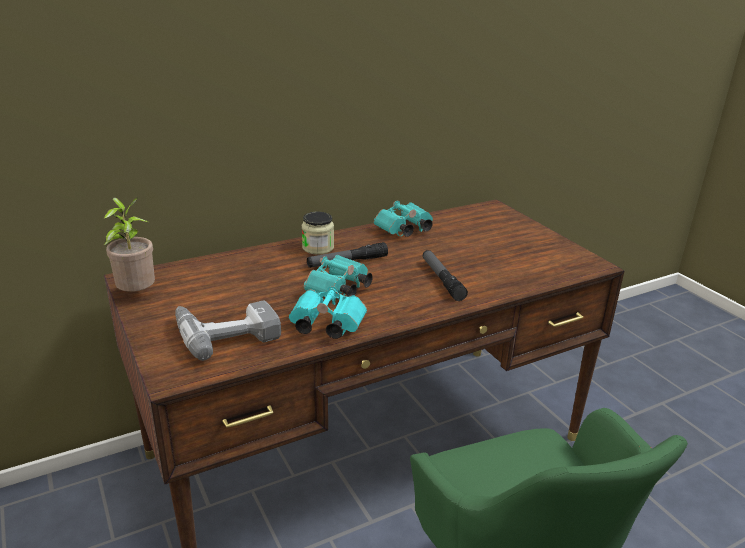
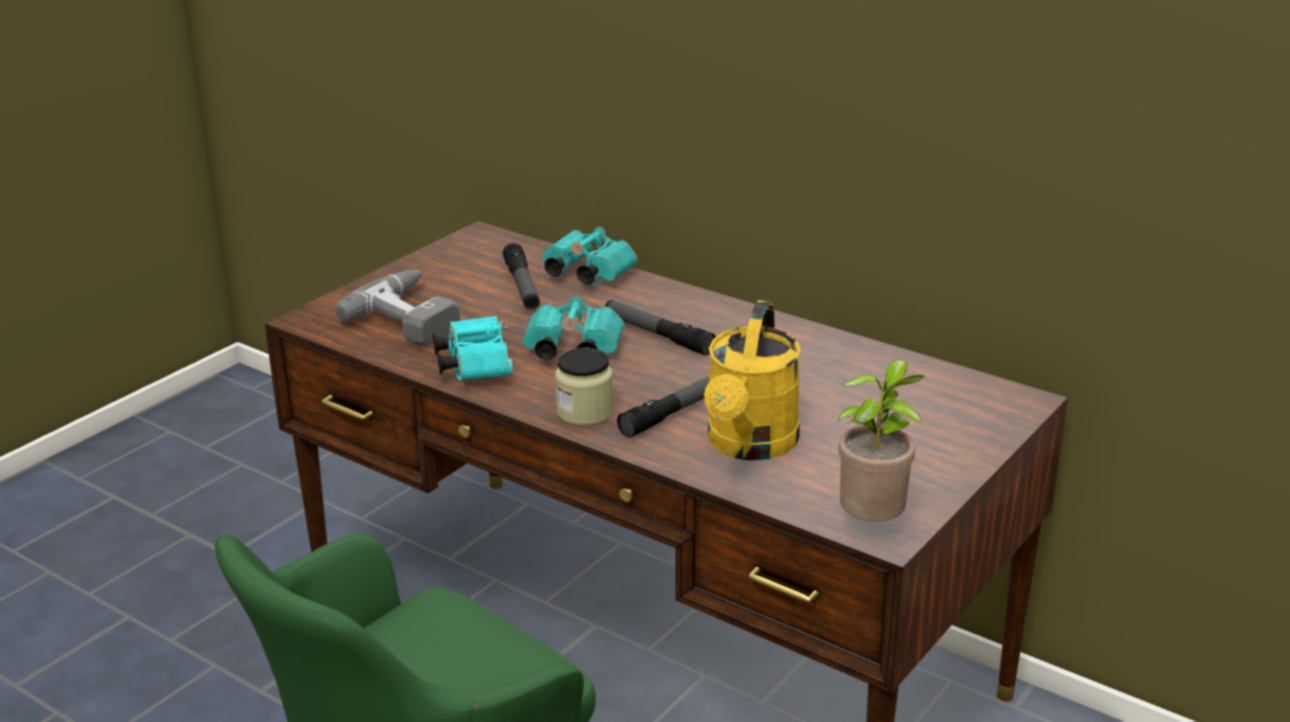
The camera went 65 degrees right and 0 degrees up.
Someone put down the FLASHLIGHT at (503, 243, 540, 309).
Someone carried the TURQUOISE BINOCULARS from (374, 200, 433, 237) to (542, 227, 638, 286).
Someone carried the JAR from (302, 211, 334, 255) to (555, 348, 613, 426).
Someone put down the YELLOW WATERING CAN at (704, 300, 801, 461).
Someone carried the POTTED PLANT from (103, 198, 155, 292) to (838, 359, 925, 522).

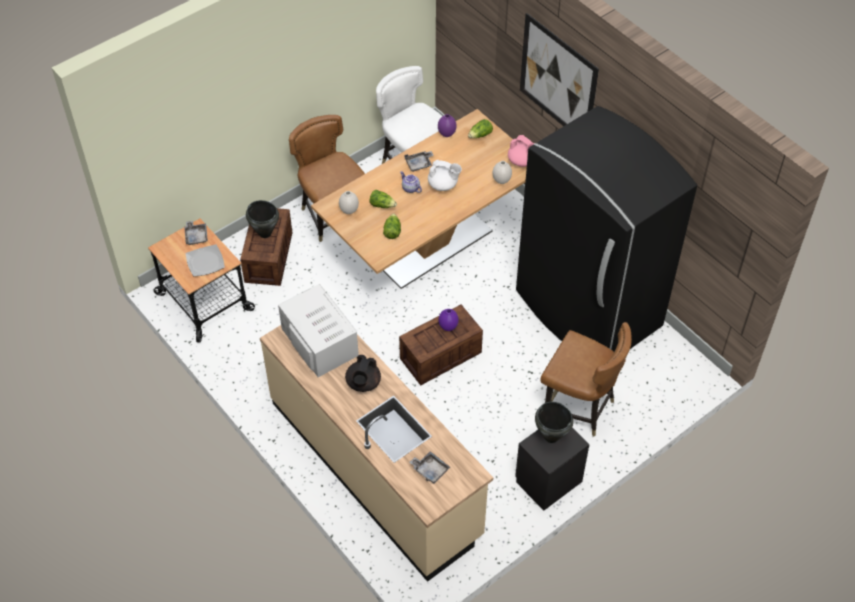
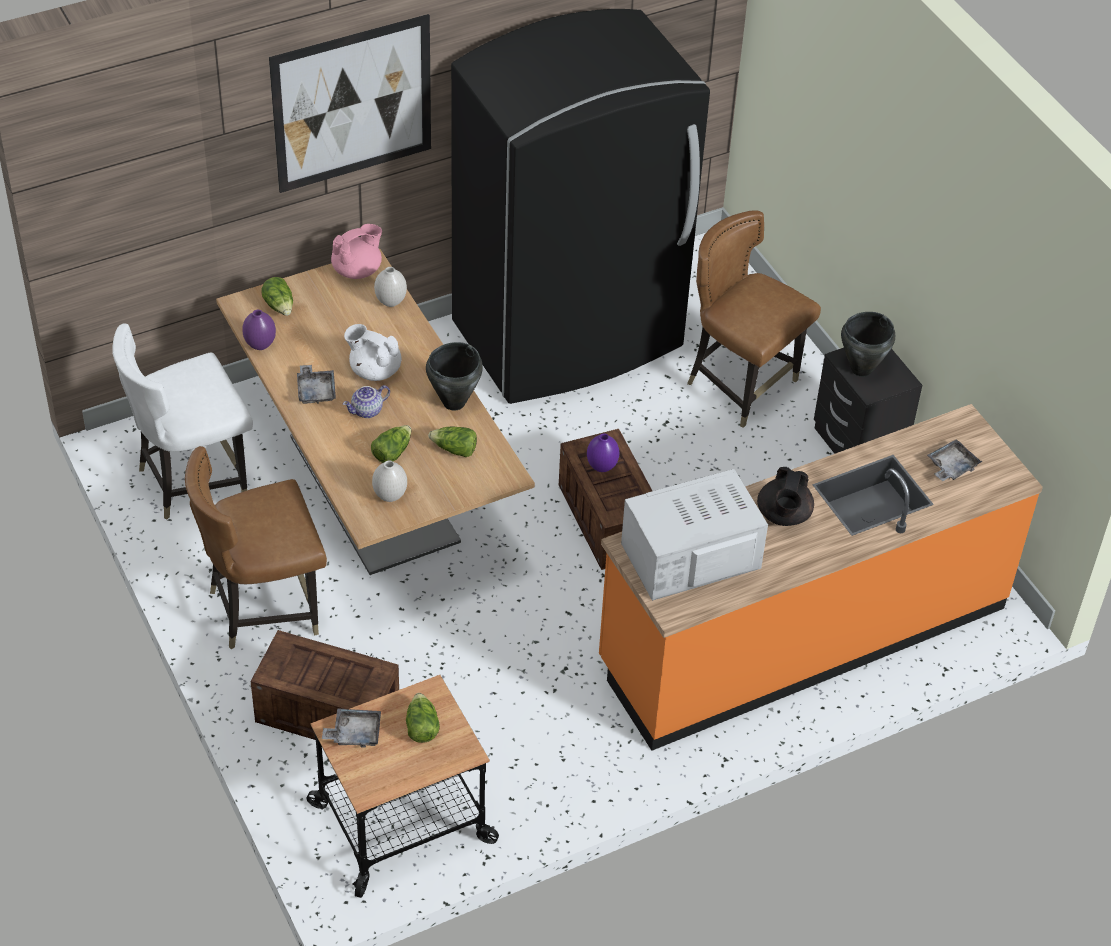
The camera went 80 degrees left and 5 degrees down.
Someone rotated the WHITE TEAPOT at (428, 160, 462, 191) by 90 degrees counterclockwise.
Someone swapped the PLATE at (186, 244, 225, 277) for the LETTUCE at (406, 693, 440, 743).
Someone carried the BLACK COOKING POT from (246, 200, 279, 238) to (426, 342, 483, 411).
Someone repainted the BEIGE COUNTER at (260, 325, 493, 582), which became the ORANGE COUNTER at (599, 404, 1043, 751).
Someone rotated the BROWN CHAIR at (541, 322, 632, 436) by 90 degrees counterclockwise.
Someone rotated the BLACK TEAPOT at (345, 355, 381, 392) by 75 degrees clockwise.

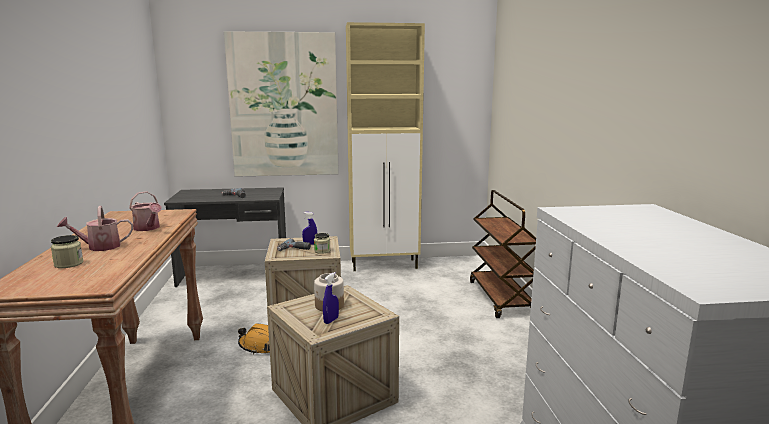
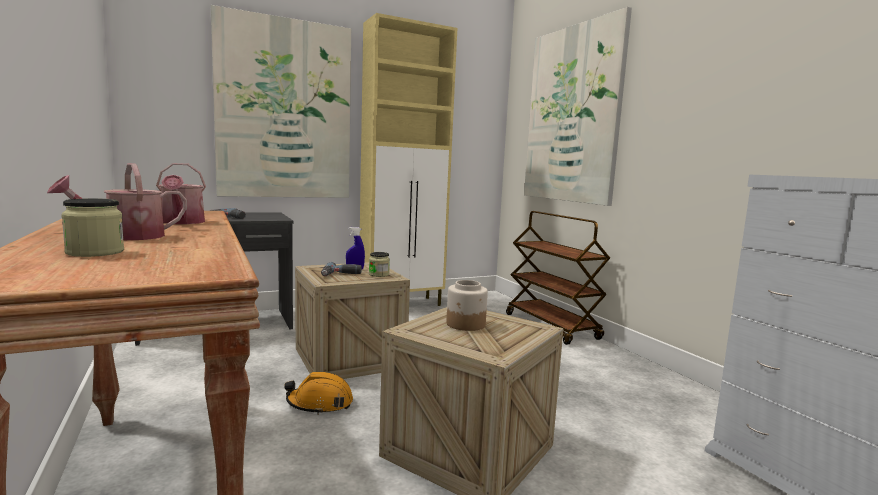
The camera went 20 degrees left and 5 degrees down.
Someone rotated the WATERING CAN at (129, 191, 162, 231) by 45 degrees clockwise.
Someone put up the PICTURE at (524, 7, 632, 206).
Someone took away the BLUE SPRAY BOTTLE at (323, 272, 339, 324).

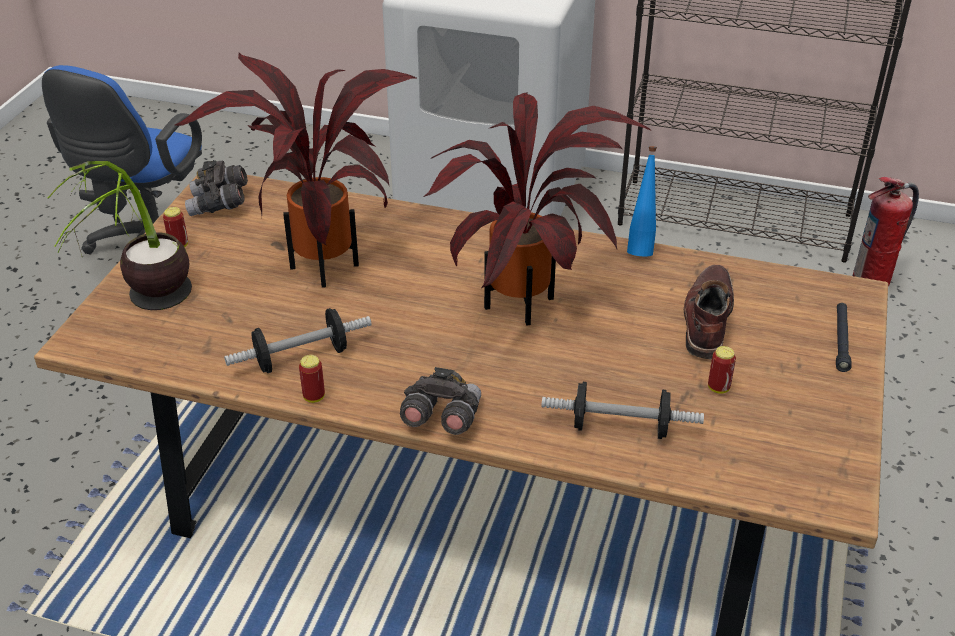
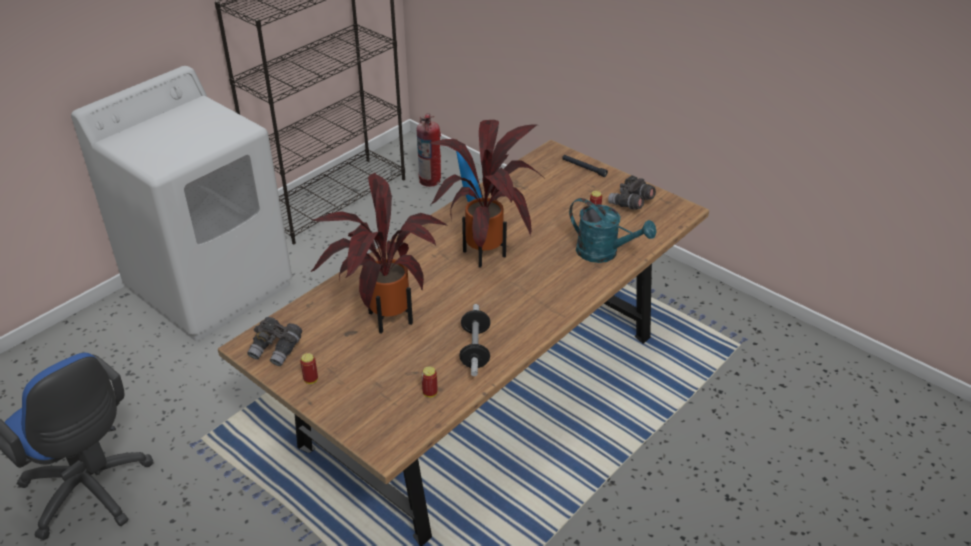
The camera went 65 degrees left and 0 degrees up.
Someone carried the CAN from (299, 355, 325, 403) to (421, 366, 438, 397).
Someone swapped the DUMBBELL at (541, 382, 704, 439) for the TURQUOISE WATERING CAN at (569, 198, 656, 263).
Someone carried the GREY BINOCULARS from (400, 367, 481, 435) to (608, 175, 656, 210).
Someone took away the POTTED PLANT at (48, 161, 192, 310).
Someone took away the BROWN BOOT at (684, 265, 734, 359).

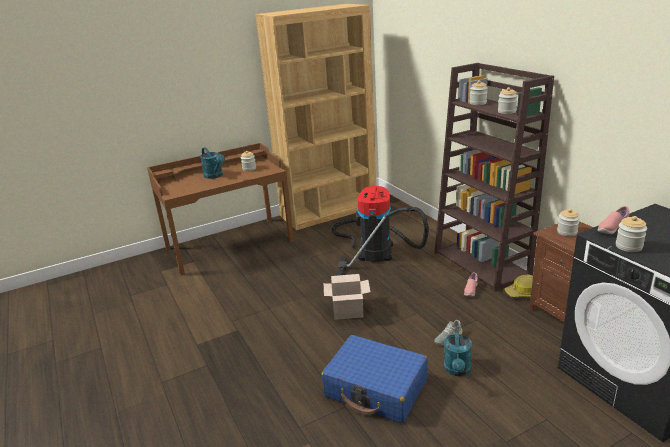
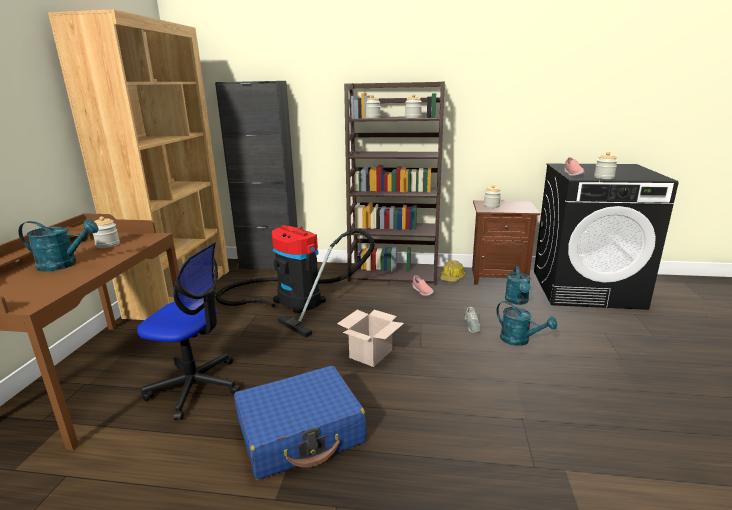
The camera went 55 degrees left and 5 degrees down.
Someone put down the OFFICE CHAIR at (137, 242, 240, 420).
Someone put down the BLACK CABINET at (215, 81, 298, 270).
Someone carried the BLUE SUITCASE from (321, 335, 428, 424) to (234, 366, 366, 480).
Someone put down the TURQUOISE WATERING CAN at (505, 266, 531, 305).

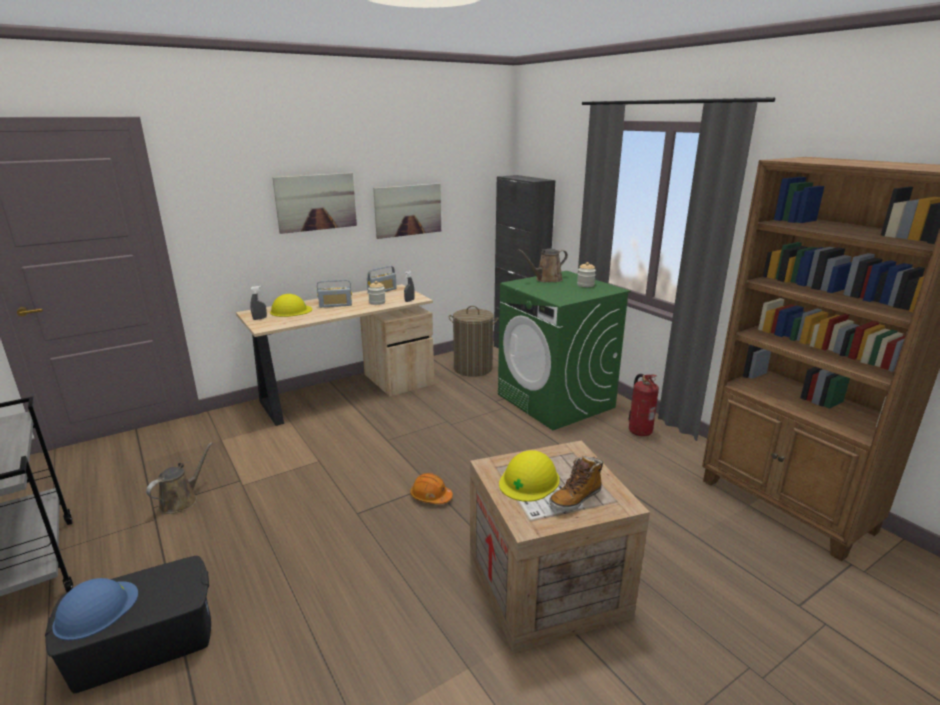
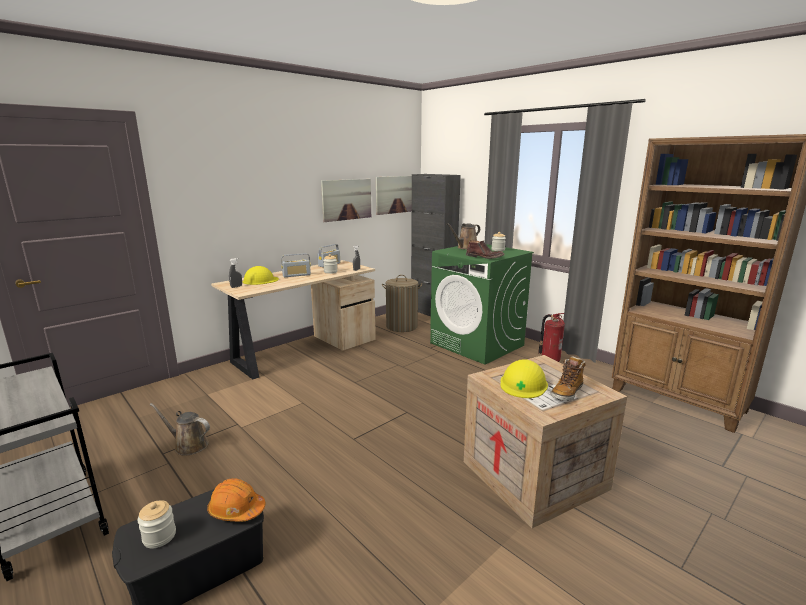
The camera went 10 degrees left and 5 degrees down.
Someone swapped the BLUE HARD HAT at (52, 578, 138, 640) for the JAR at (138, 500, 176, 548).
Someone rotated the BROWN WATERING CAN at (146, 442, 213, 514) by 90 degrees counterclockwise.
Someone carried the ORANGE HARD HAT from (410, 473, 453, 504) to (207, 478, 266, 522).
Someone carried the PICTURE from (272, 173, 357, 234) to (376, 176, 412, 215).
Someone put down the BROWN BOOT at (466, 240, 505, 259).

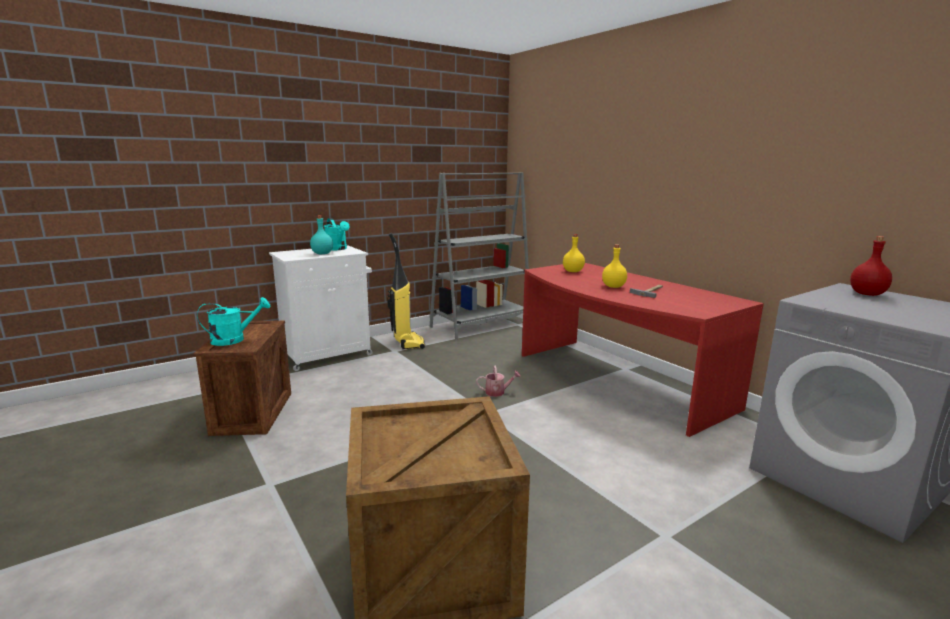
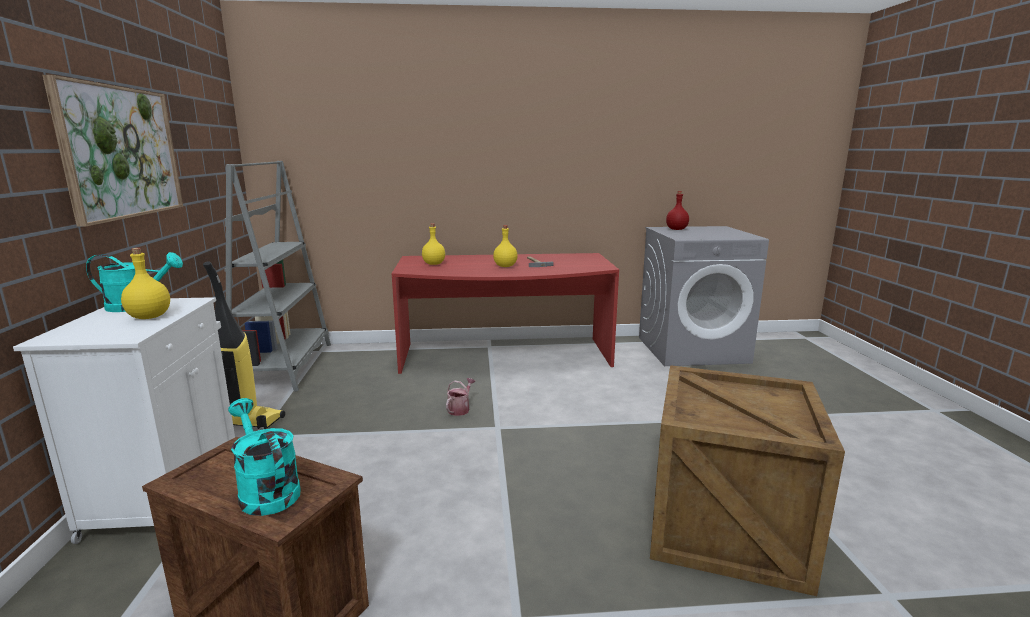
The camera went 60 degrees left and 0 degrees up.
Someone put up the PICTURE at (42, 75, 183, 227).
Someone repainted the TURQUOISE BOTTLE at (310, 215, 333, 254), which became the YELLOW BOTTLE at (121, 248, 170, 319).
Someone rotated the TURQUOISE WATERING CAN at (197, 297, 270, 346) by 45 degrees counterclockwise.

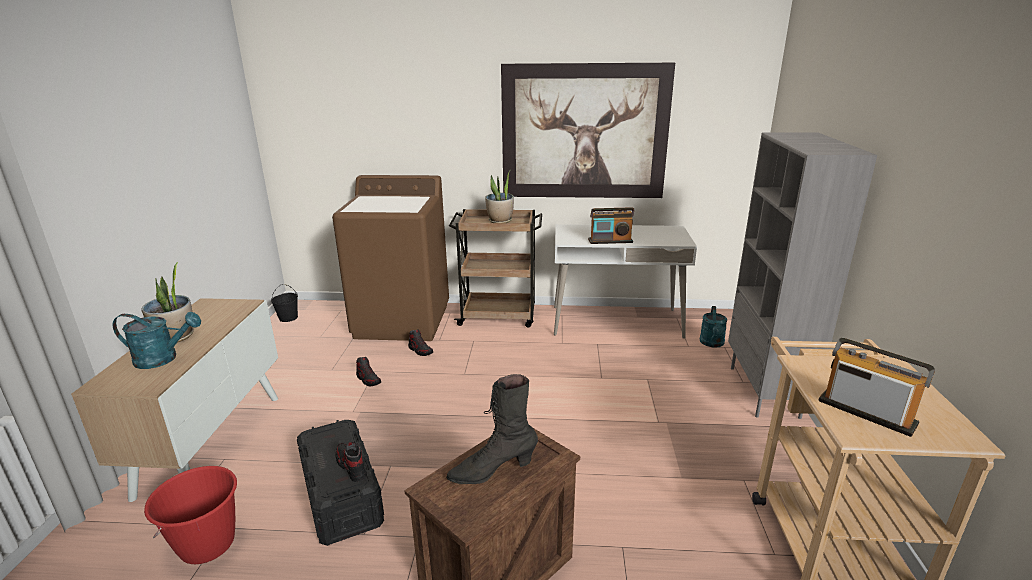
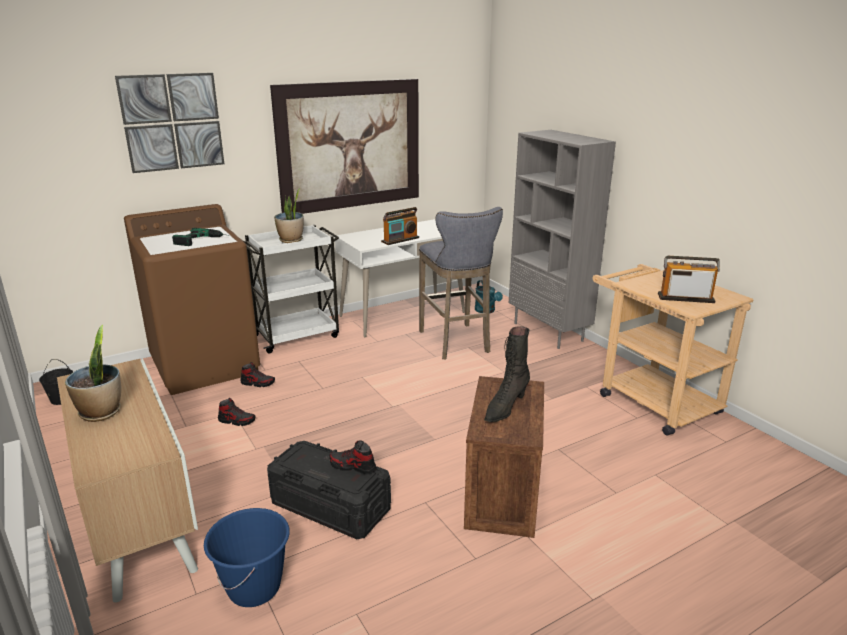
The camera went 35 degrees left and 0 degrees up.
Someone put up the PICTURE at (115, 73, 224, 173).
Someone put down the POWER DRILL at (172, 228, 224, 246).
Someone repainted the RED BUCKET at (144, 466, 237, 564), which became the BLUE BUCKET at (204, 508, 290, 607).
Someone repainted the BROWN CART at (449, 209, 542, 328), which became the WHITE CART at (242, 225, 339, 354).
Someone put down the GREY STOOL at (419, 207, 503, 360).
Someone took away the TURQUOISE WATERING CAN at (112, 312, 201, 369).

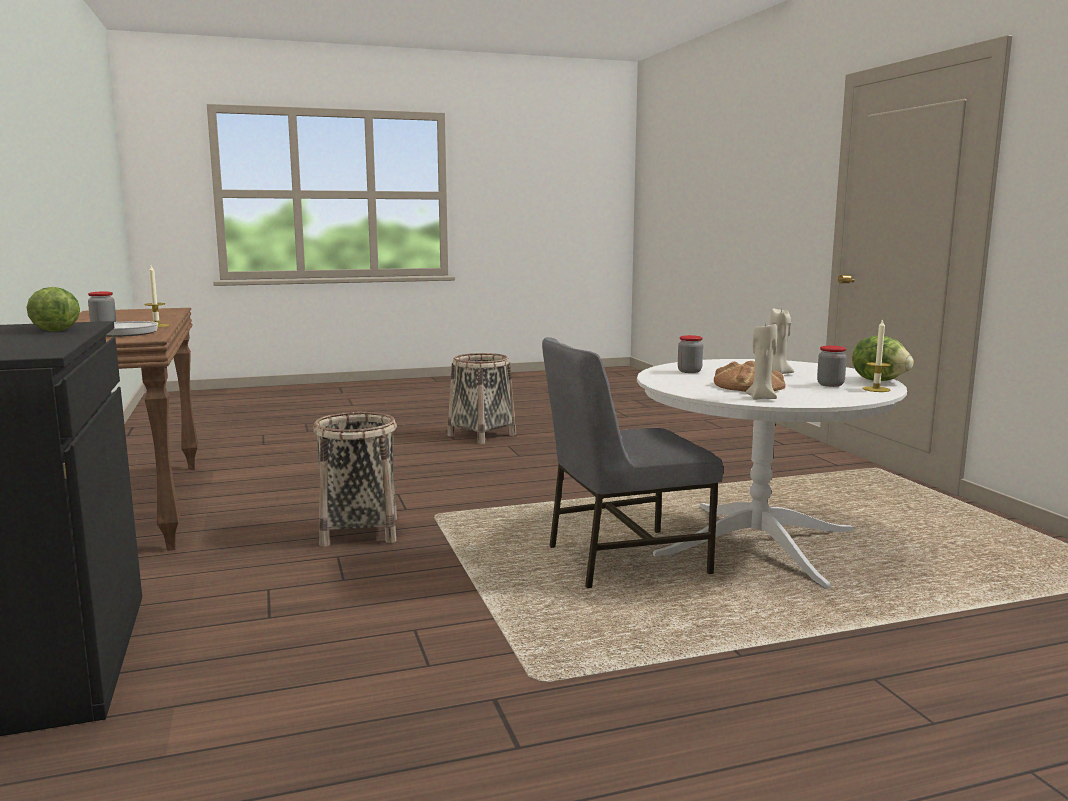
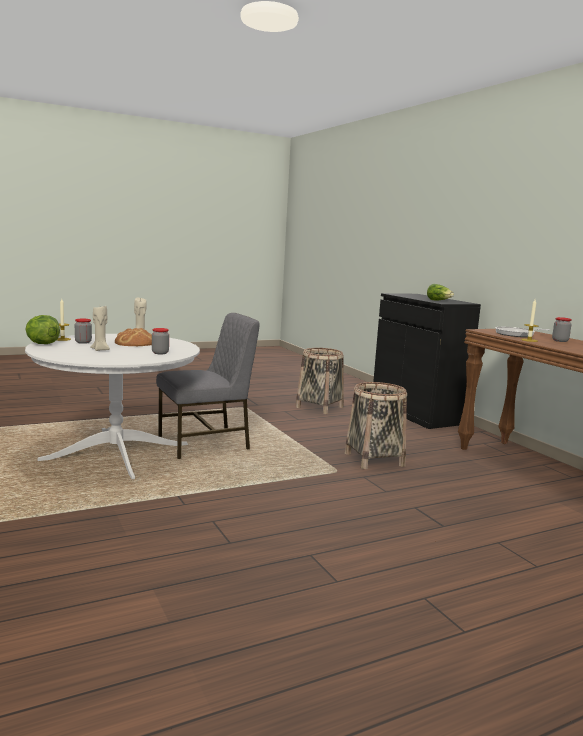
The camera went 170 degrees right and 0 degrees up.
Someone carried the BASKET from (448, 353, 516, 444) to (296, 348, 344, 414).

